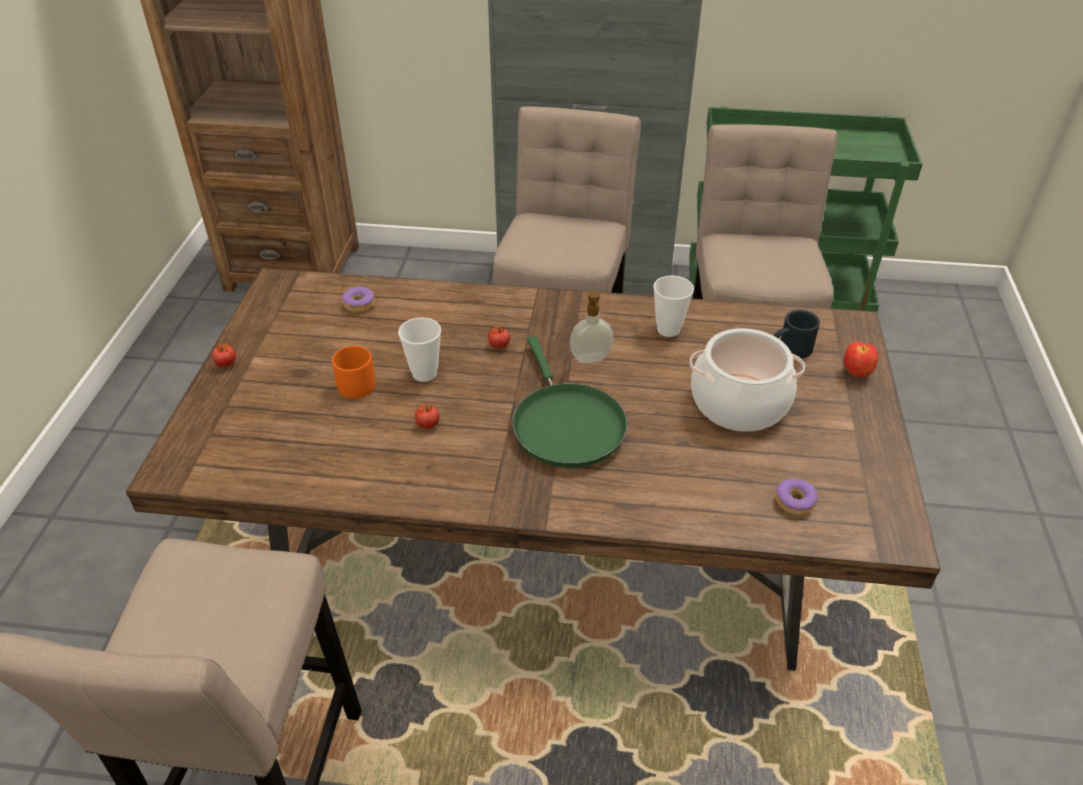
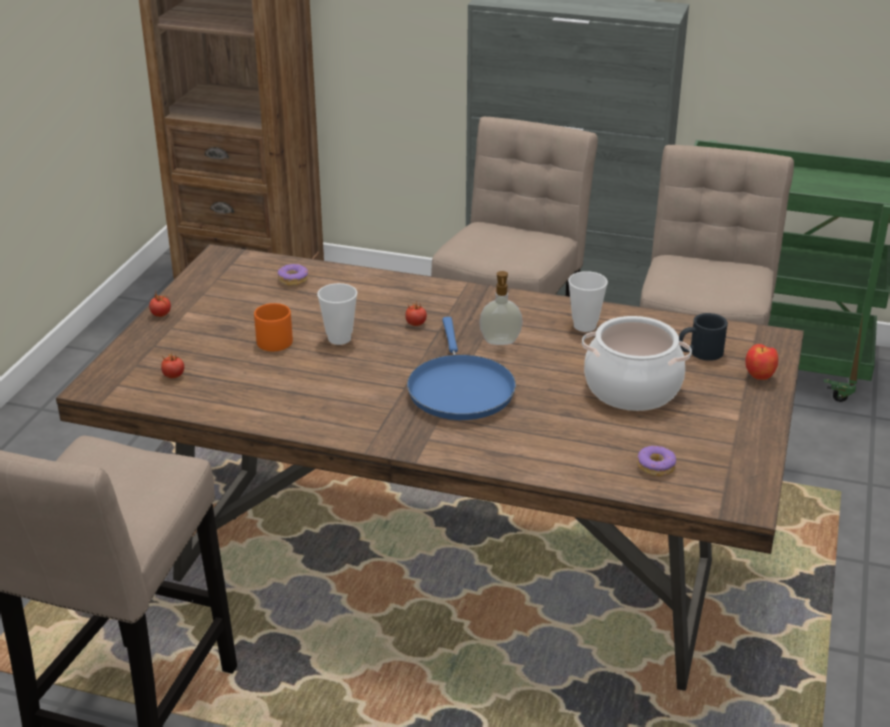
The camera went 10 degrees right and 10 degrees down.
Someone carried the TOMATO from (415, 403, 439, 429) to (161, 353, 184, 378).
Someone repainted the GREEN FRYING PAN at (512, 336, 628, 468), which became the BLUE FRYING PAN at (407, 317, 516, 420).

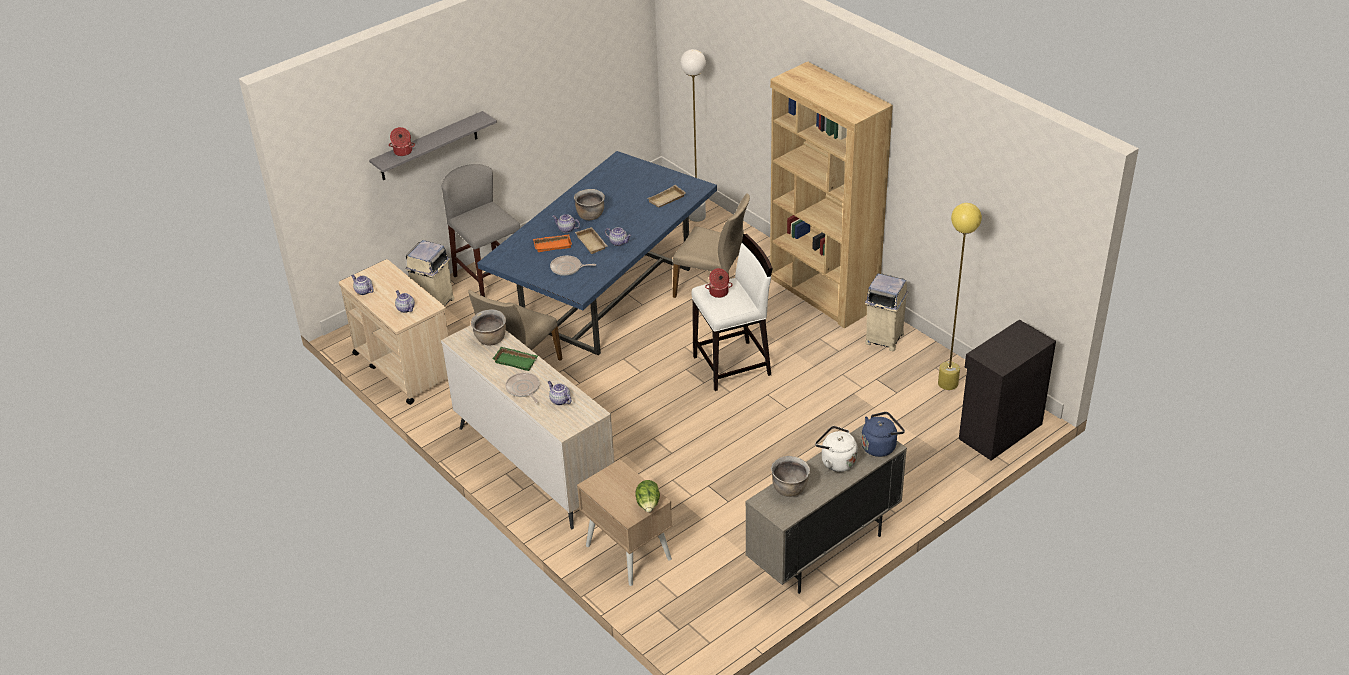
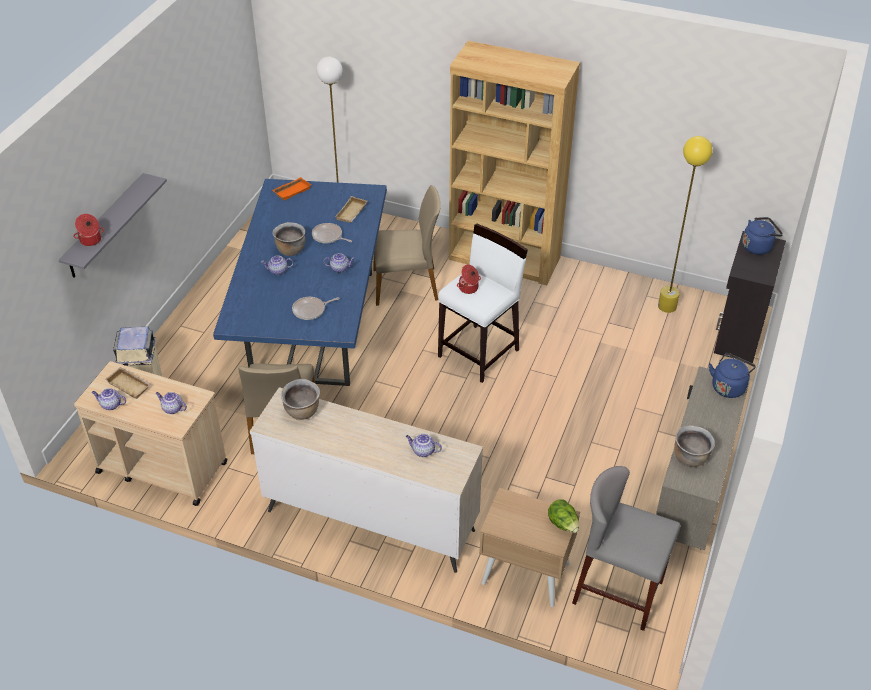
The camera went 30 degrees left and 5 degrees up.
Someone carried the BEIGE TRAY from (575, 227, 607, 254) to (105, 367, 151, 399).
Someone carried the ORANGE TRAY from (533, 234, 572, 252) to (273, 177, 311, 200).
Someone carried the FRYING PAN from (505, 373, 540, 403) to (312, 223, 352, 244).
Someone carried the GREY STOOL from (442, 164, 520, 297) to (572, 466, 680, 631).
Someone put down the BLUE KETTLE at (742, 217, 783, 255).
Someone took away the GREEN TRAY at (492, 347, 538, 371).
Someone took away the WHITE KETTLE at (815, 426, 858, 472).
Someone took away the BEIGE TRASH CAN at (865, 273, 908, 351).

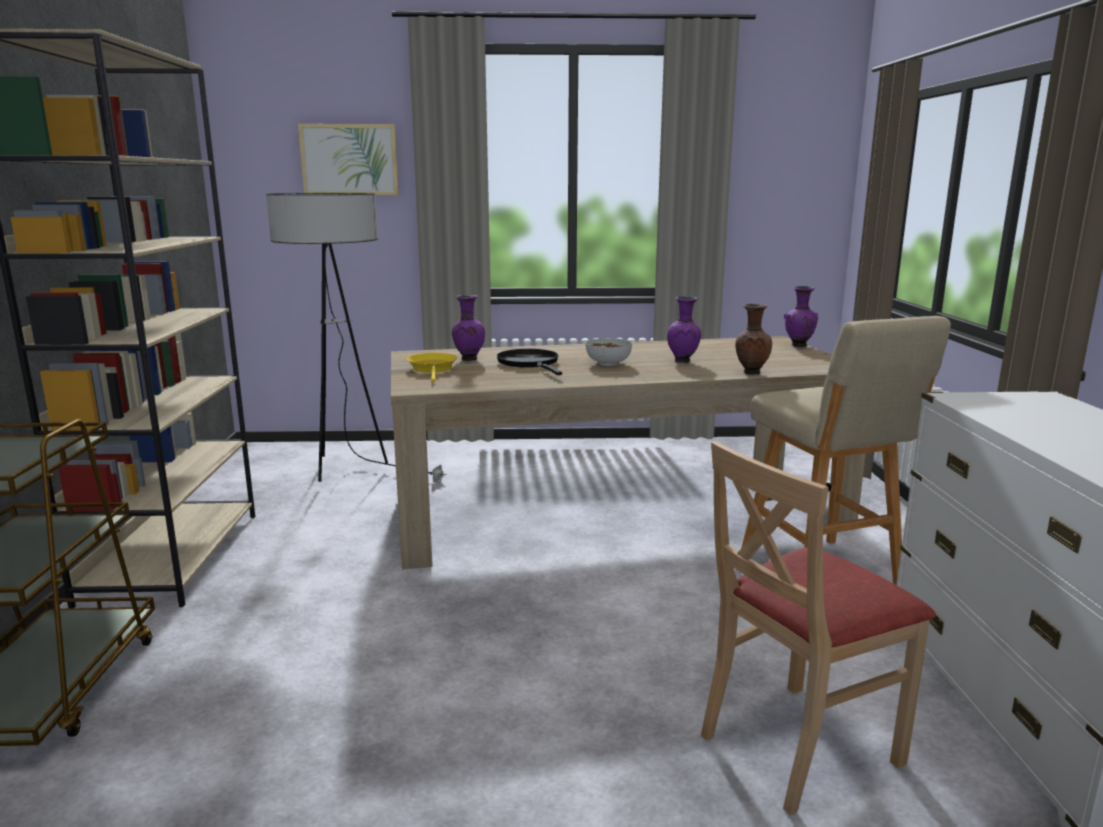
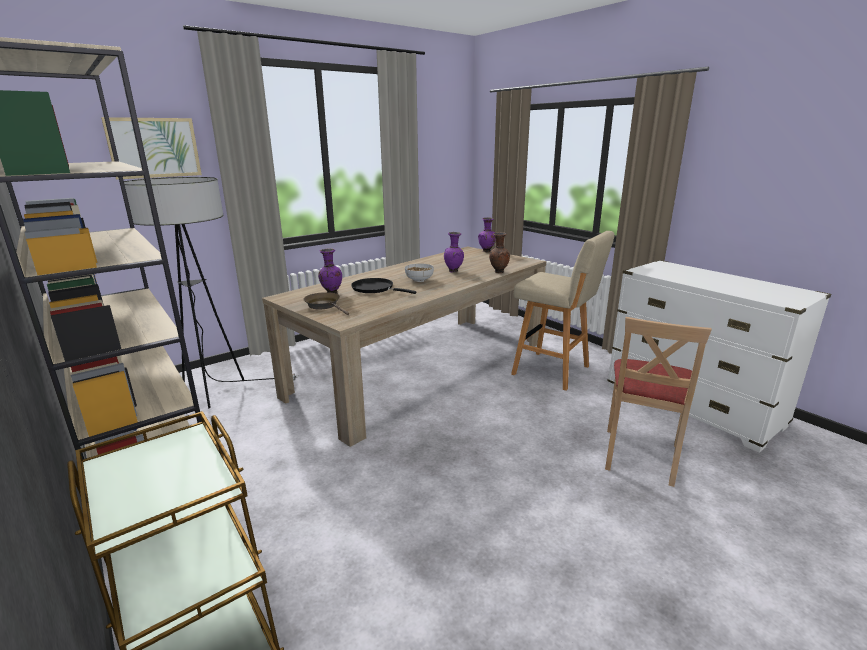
The camera went 35 degrees left and 5 degrees up.
Someone repainted the YELLOW FRYING PAN at (407, 353, 457, 383), which became the BROWN FRYING PAN at (303, 292, 349, 315).

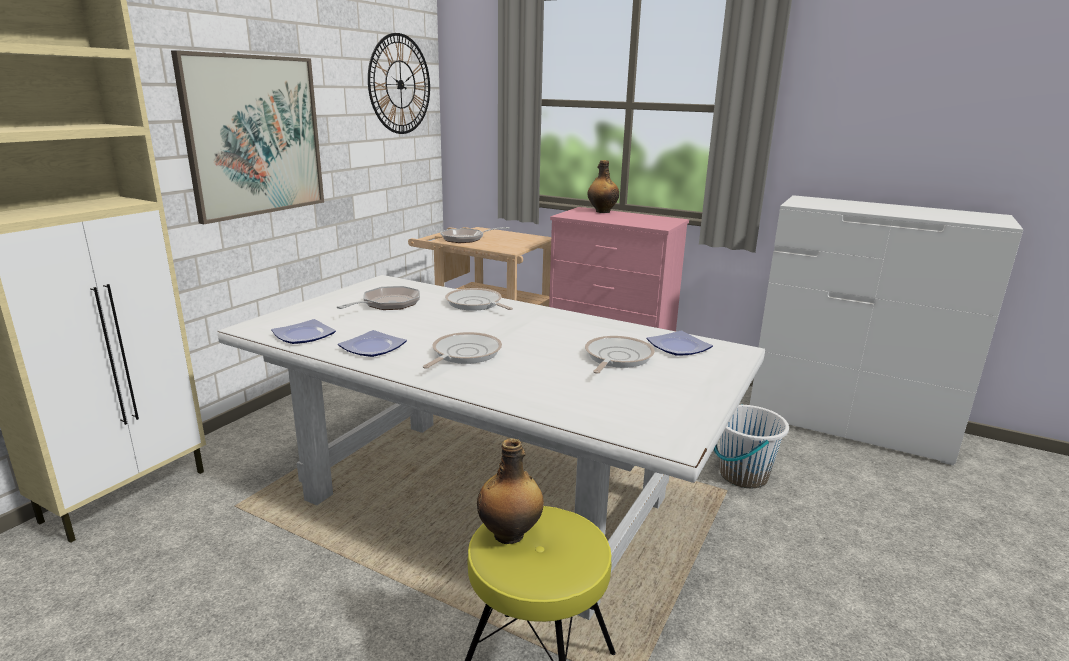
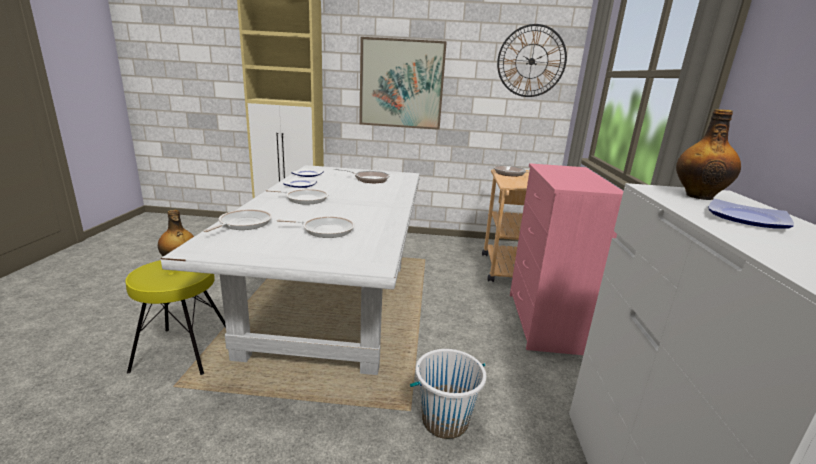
The camera went 65 degrees right and 0 degrees up.
Someone carried the FRYING PAN from (445, 288, 513, 311) to (203, 209, 272, 232).
Someone carried the BOTTLE from (588, 160, 619, 213) to (676, 109, 741, 200).
Someone carried the PLATE from (646, 331, 713, 356) to (709, 199, 794, 229).

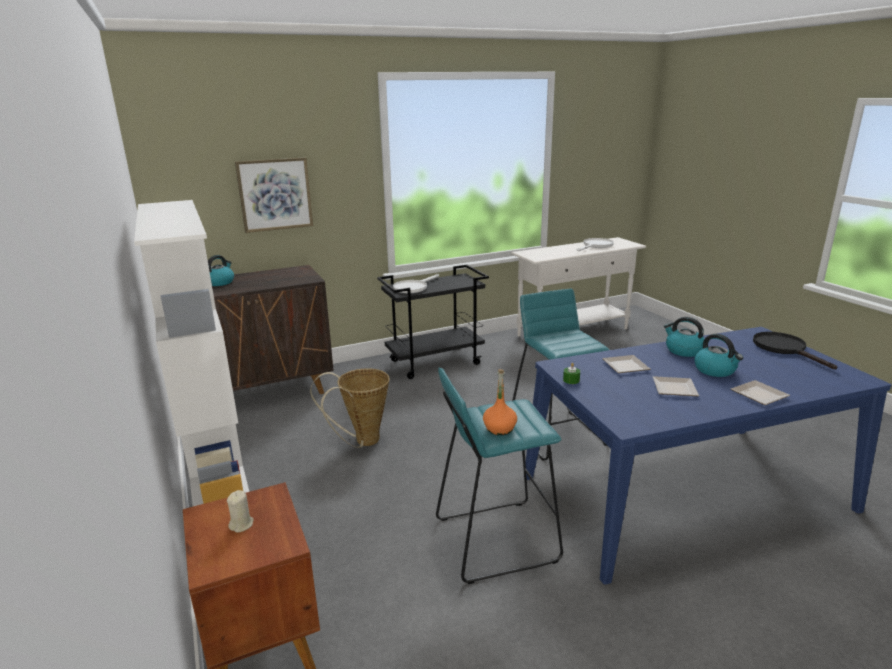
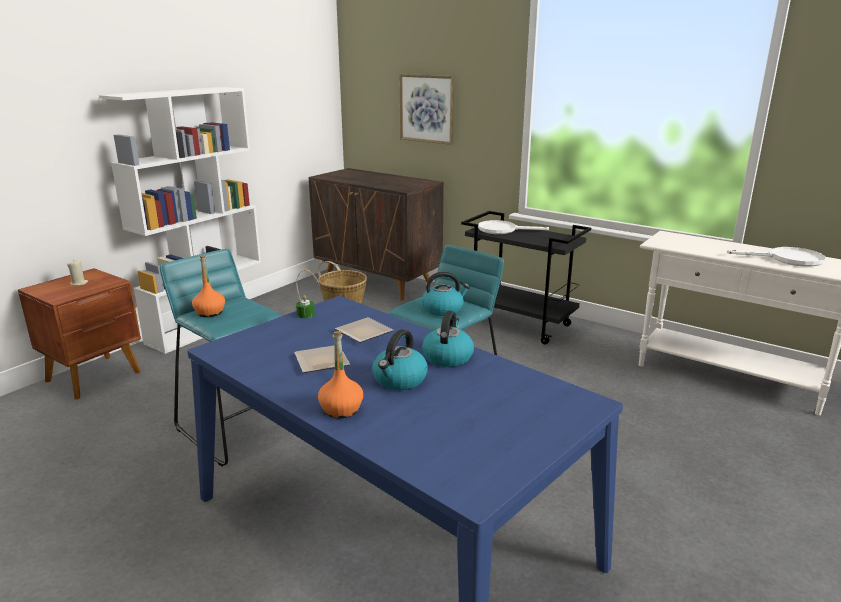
The camera went 60 degrees right and 0 degrees up.
Someone swapped the PLATE at (731, 380, 790, 405) for the ORANGE BOTTLE at (318, 331, 363, 418).
Someone carried the KETTLE from (208, 255, 234, 286) to (422, 272, 470, 316).
Someone took away the BLACK FRYING PAN at (753, 332, 837, 369).

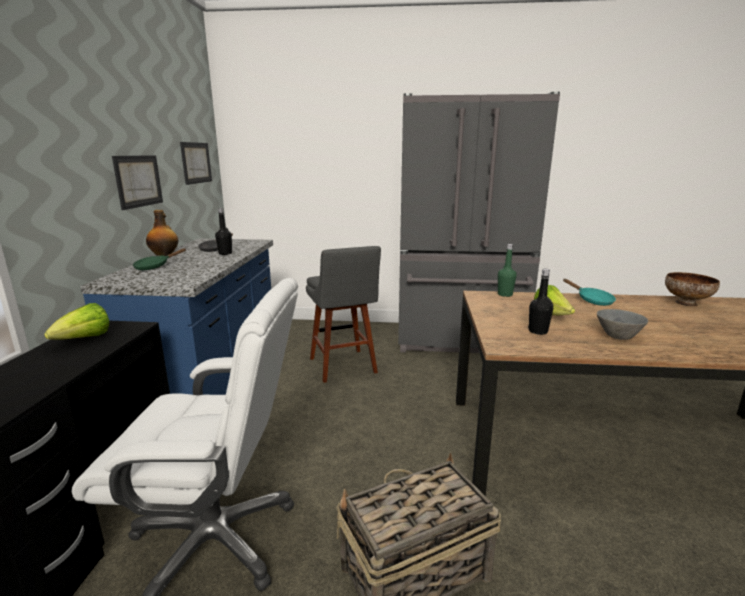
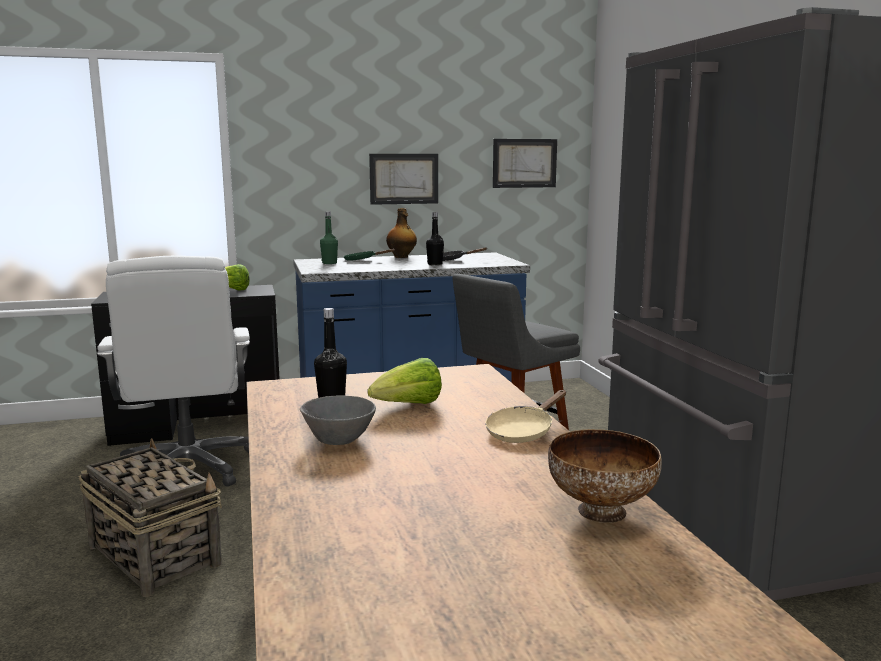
The camera went 70 degrees right and 5 degrees down.
Someone carried the GREEN BOTTLE from (498, 244, 517, 297) to (320, 211, 338, 264).
Someone repainted the TURQUOISE FRYING PAN at (563, 279, 616, 306), which became the BEIGE FRYING PAN at (485, 390, 566, 443).

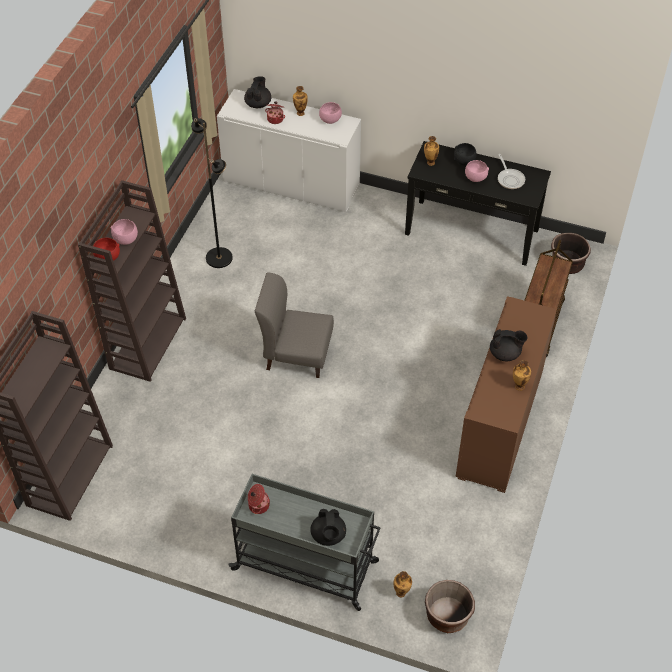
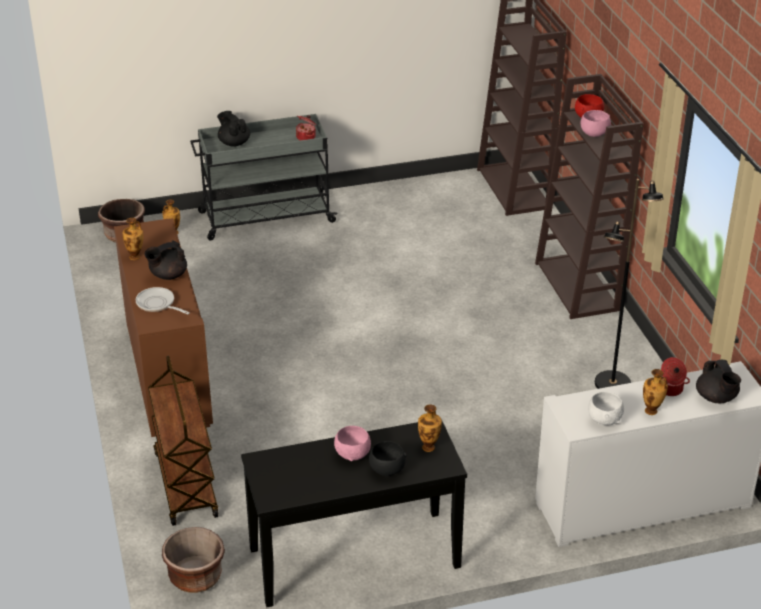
The camera went 145 degrees right and 15 degrees down.
Someone carried the FRYING PAN from (498, 154, 525, 189) to (136, 287, 190, 315).
Someone repainted the PINK BOWL at (319, 102, 342, 124), which became the WHITE BOWL at (588, 392, 624, 426).
Someone took away the GREY CHAIR at (255, 272, 334, 378).

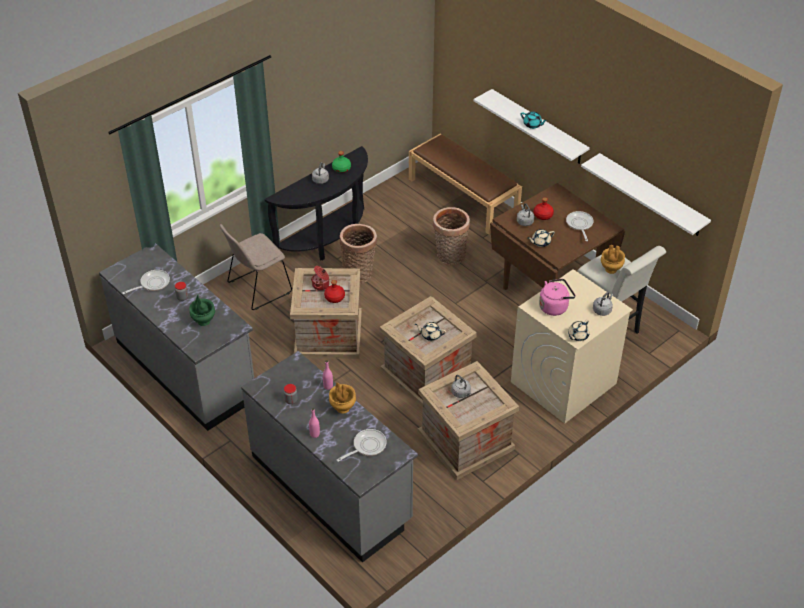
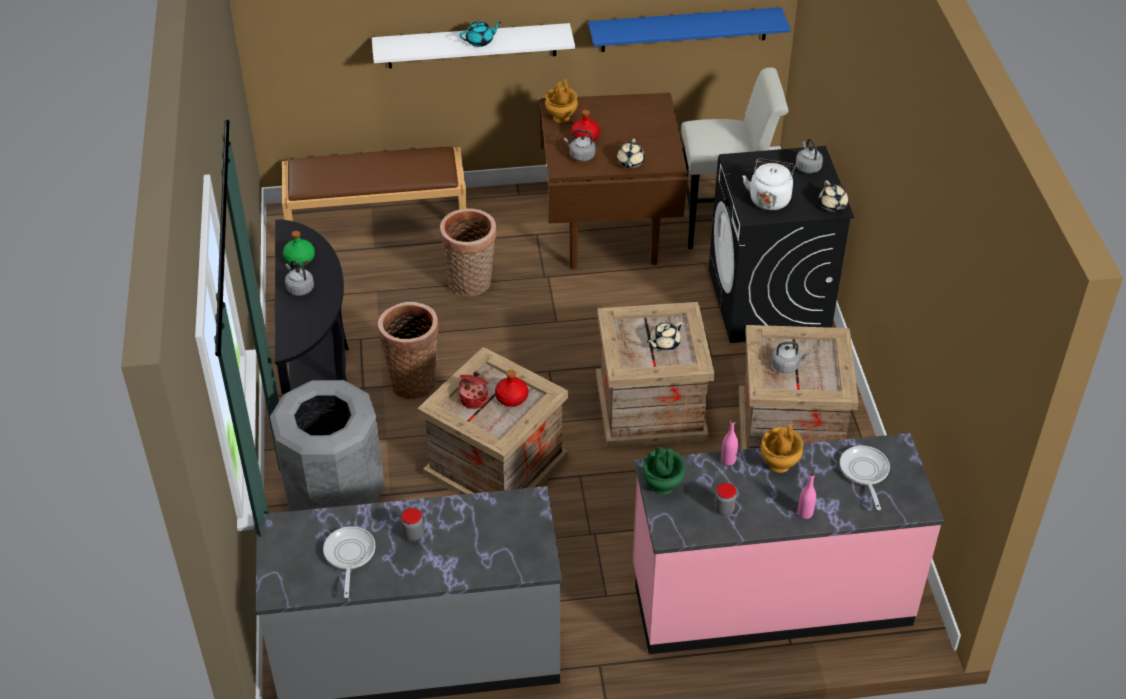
The camera went 55 degrees left and 0 degrees up.
Someone swapped the BEIGE CHAIR at (220, 224, 292, 310) for the GREY TRASH CAN at (270, 380, 385, 511).
Someone carried the BROWN VASE from (601, 245, 625, 274) to (545, 79, 578, 123).
Someone repainted the WHITE SHELF at (581, 153, 711, 236), which became the BLUE SHELF at (588, 7, 790, 52).
Someone repainted the GREY COUNTER at (241, 351, 418, 563), which became the PINK COUNTER at (633, 433, 944, 654).
Someone carried the GREEN VASE from (189, 294, 215, 326) to (643, 447, 685, 495).
Someone repainted the BEIGE WASHING MACHINE at (511, 269, 633, 423), which became the BLACK WASHING MACHINE at (708, 146, 854, 343).
Someone repainted the PINK KETTLE at (539, 279, 576, 316), which became the WHITE KETTLE at (742, 159, 796, 210).
Someone took away the FRYING PAN at (566, 211, 594, 241).

